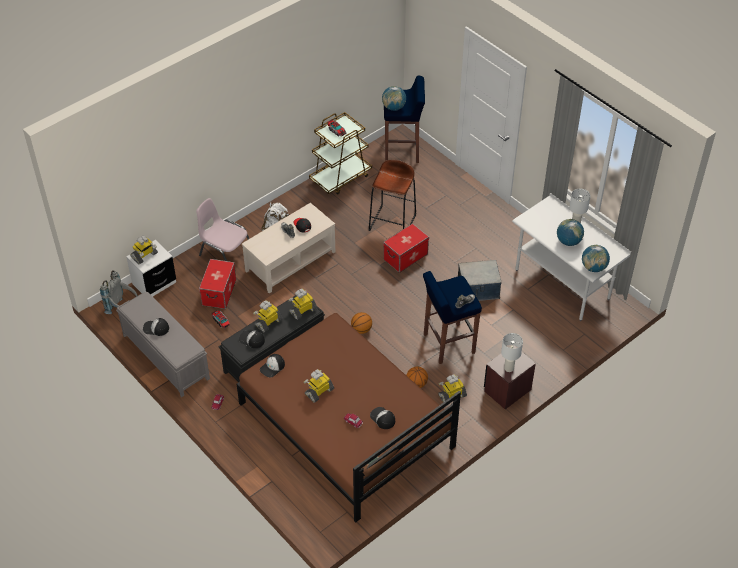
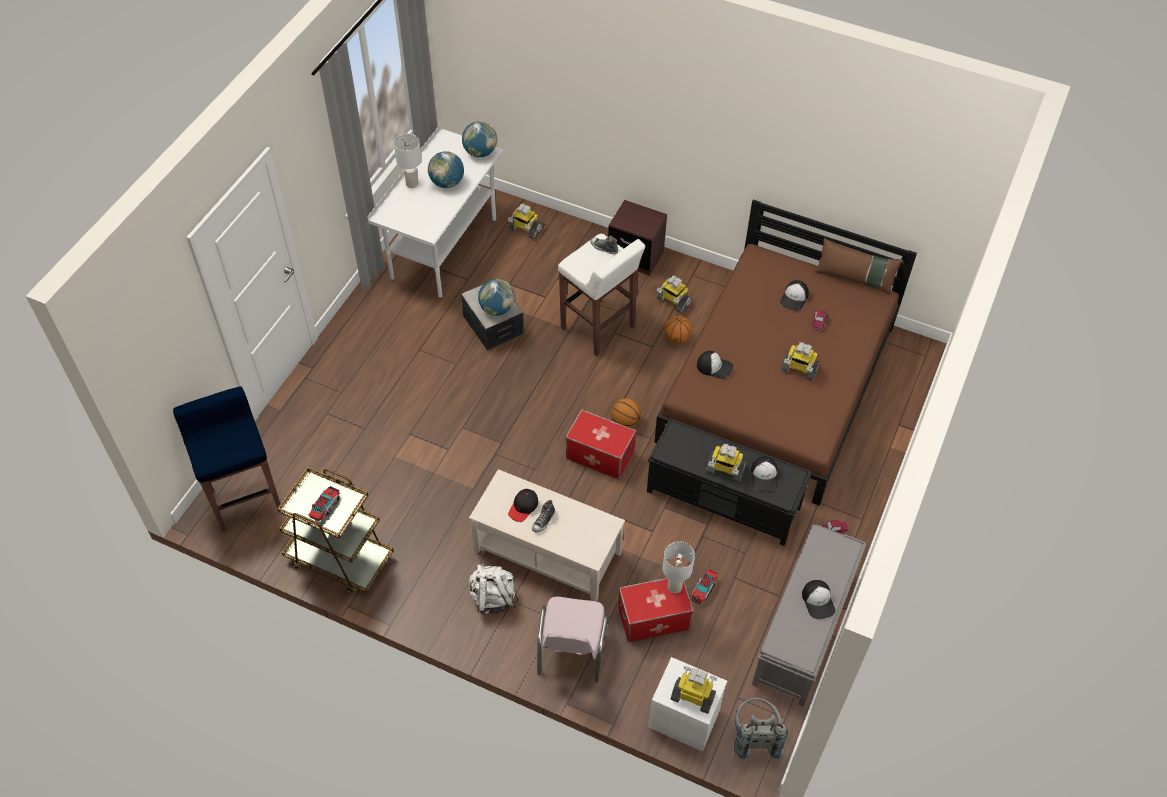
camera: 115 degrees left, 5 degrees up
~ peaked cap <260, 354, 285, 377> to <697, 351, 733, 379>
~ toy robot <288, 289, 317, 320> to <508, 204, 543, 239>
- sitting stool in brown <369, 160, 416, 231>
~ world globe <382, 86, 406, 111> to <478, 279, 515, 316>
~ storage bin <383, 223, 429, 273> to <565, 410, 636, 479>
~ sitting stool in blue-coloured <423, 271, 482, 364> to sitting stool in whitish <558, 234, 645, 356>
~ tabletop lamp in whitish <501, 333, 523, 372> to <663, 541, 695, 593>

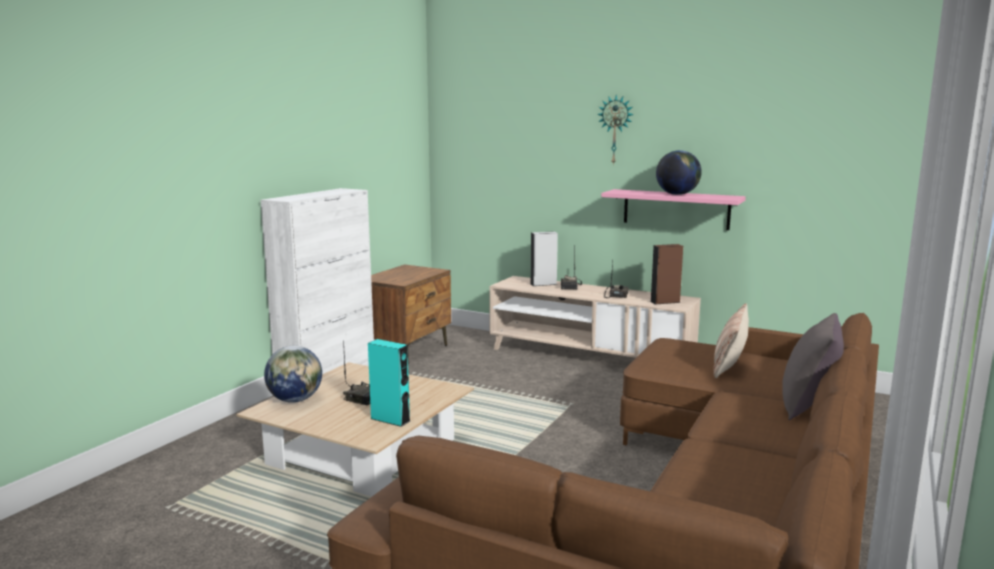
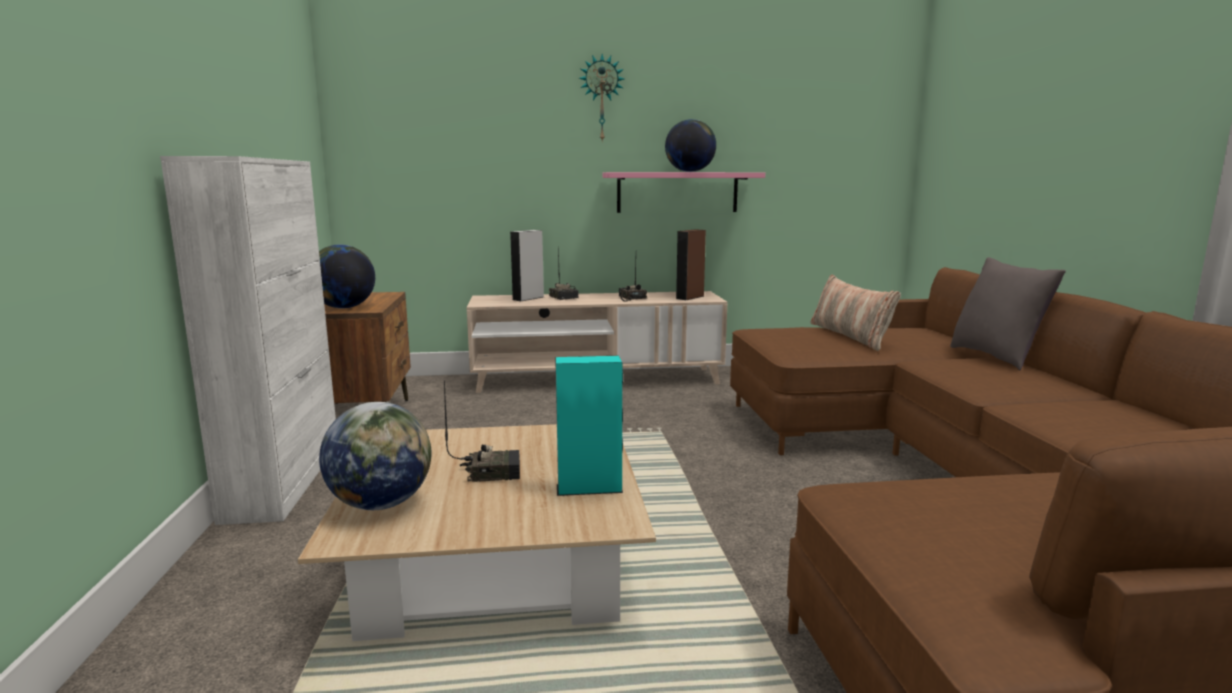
camera: 35 degrees left, 0 degrees up
+ world globe <319, 244, 375, 309>

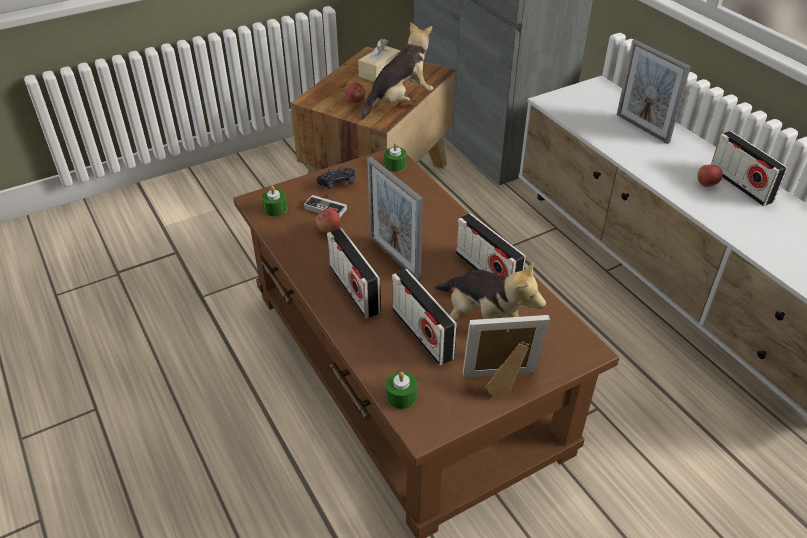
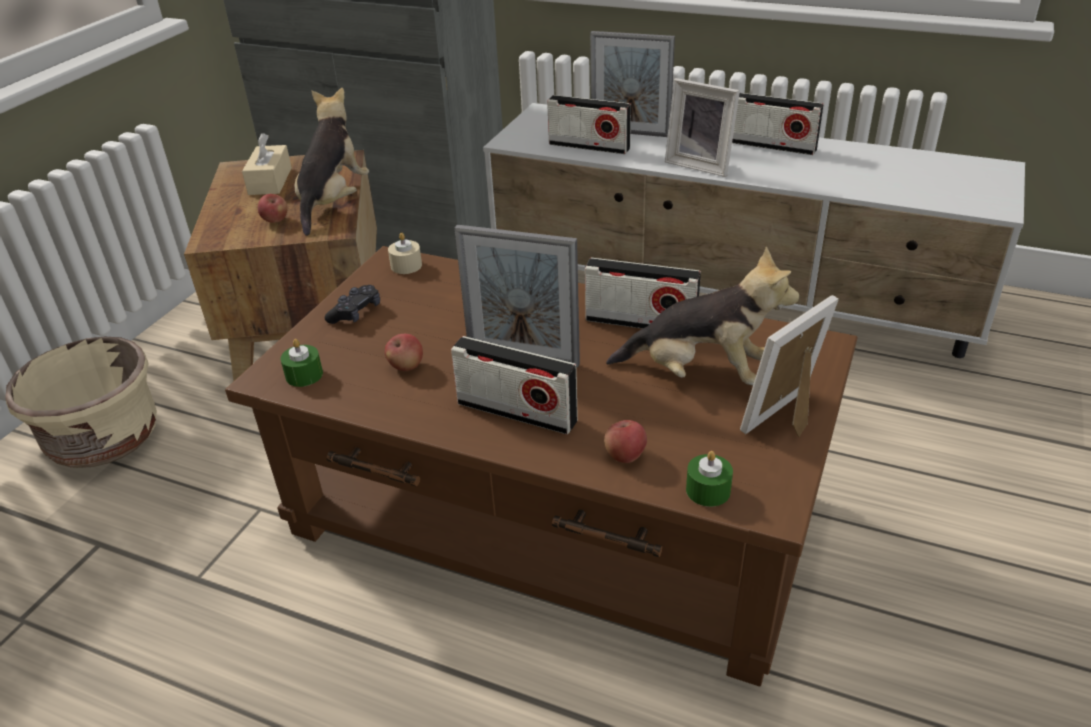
camera: 35 degrees left, 5 degrees down
- gamepad <304, 195, 347, 217>
~ candle in greenish <384, 143, 407, 172> to candle in beige <388, 232, 422, 274>
~ radio receiver <392, 269, 457, 366> to <547, 95, 631, 154>
~ apple fruit <697, 165, 723, 187> to <604, 420, 647, 463>
+ plant pot in beige <5, 337, 157, 468>
+ standing frame <665, 78, 740, 177>

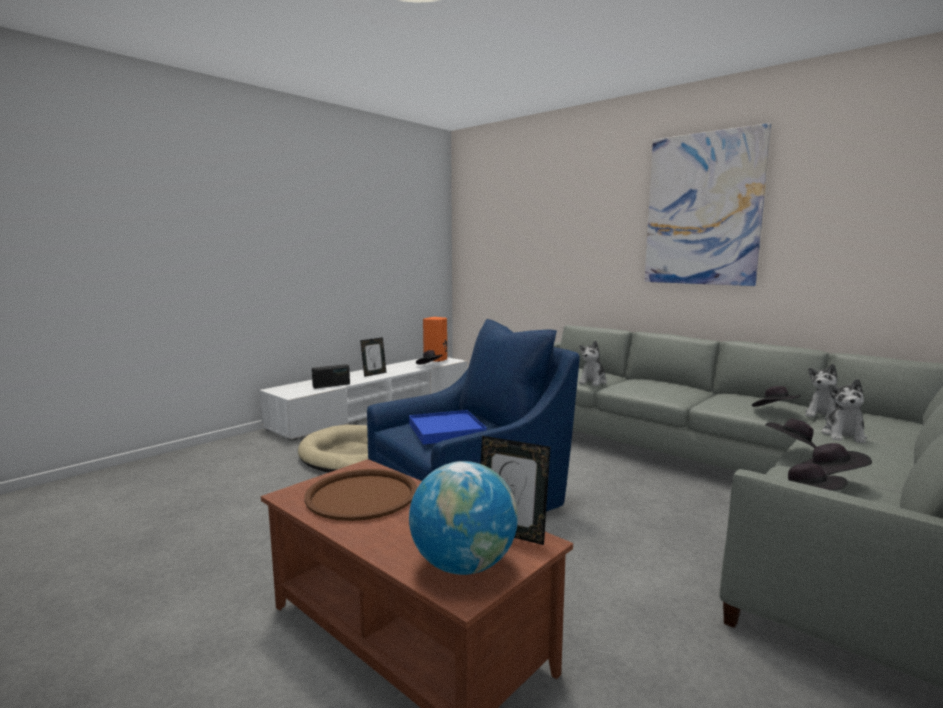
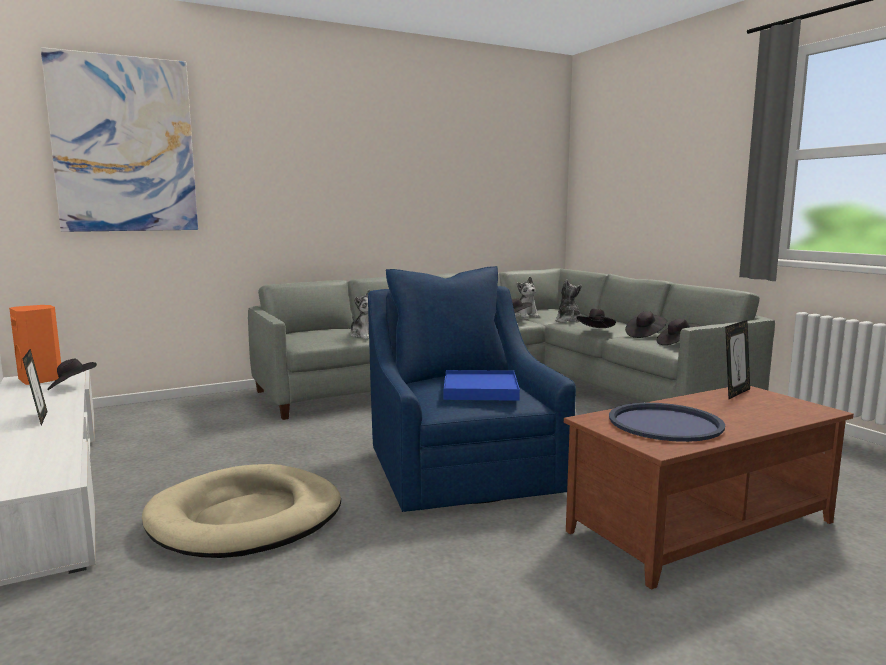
camera: 70 degrees left, 0 degrees up
~ tray in brown <304, 469, 417, 521> to tray in blue-coloured <609, 403, 725, 442>
- radio receiver <312, 364, 350, 389>
- world globe <409, 461, 518, 575>
~ wall art <645, 123, 771, 286> to <41, 47, 198, 232>
~ cuddly toy <822, 379, 867, 443> = <555, 279, 582, 323> 135 degrees counterclockwise

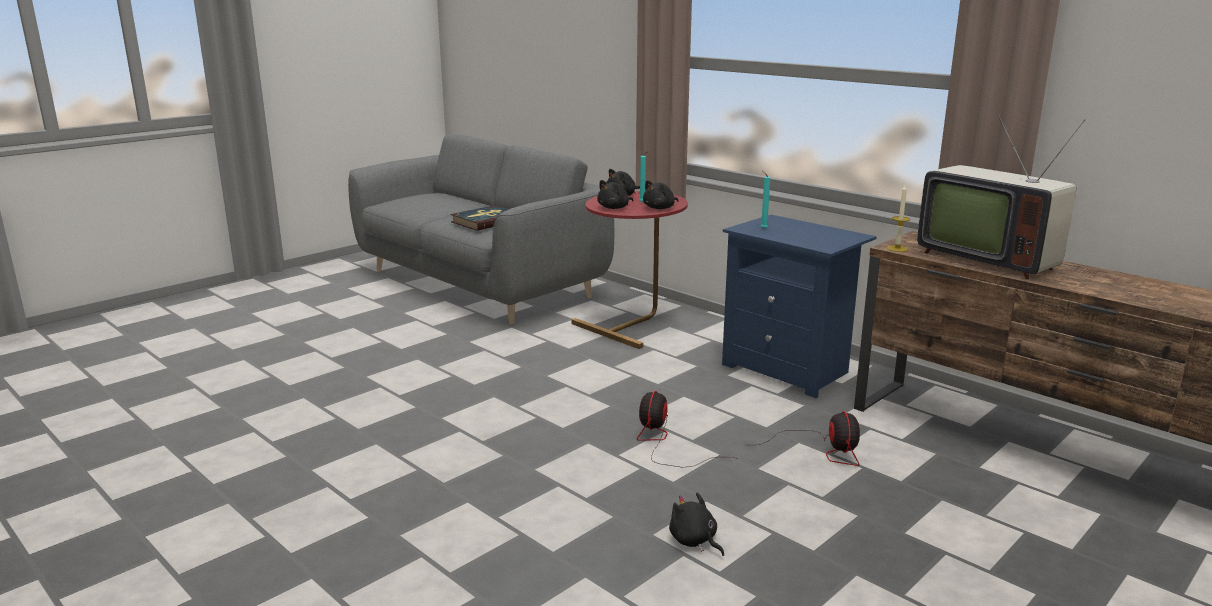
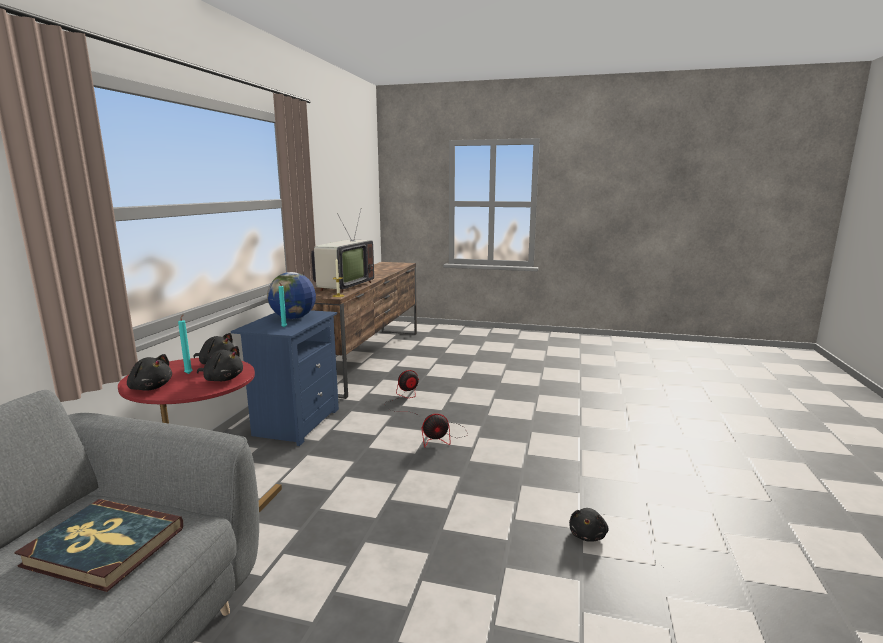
camera: 120 degrees left, 5 degrees down
~ cuddly toy in black <669, 492, 724, 556> to <569, 508, 609, 542>
+ world globe <267, 272, 316, 319>

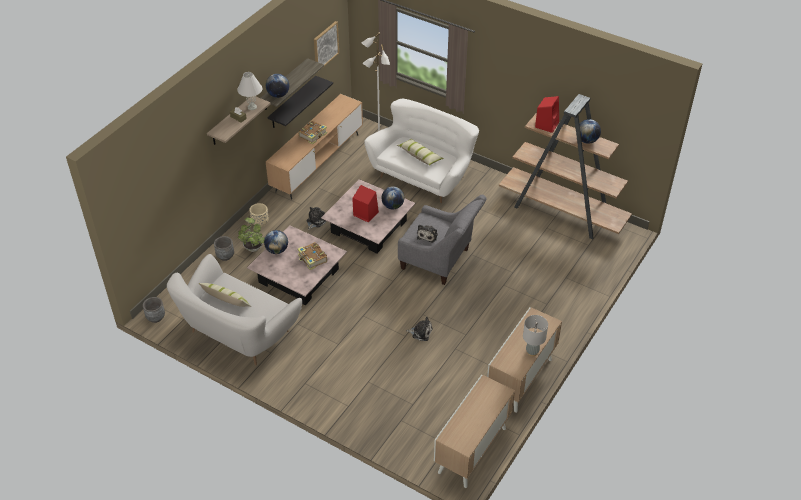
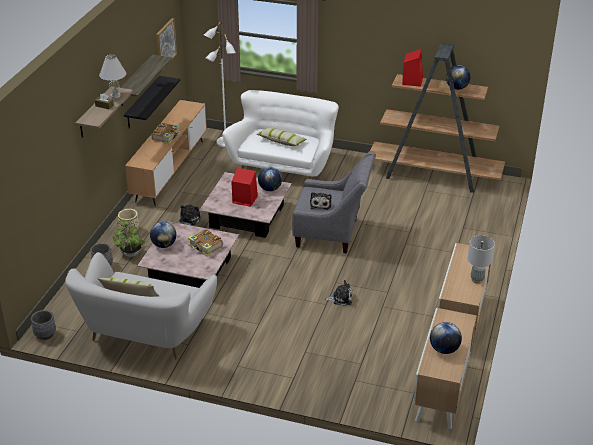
camera: 15 degrees left, 10 degrees down
~ world globe <266, 74, 289, 98> to <430, 322, 462, 354>

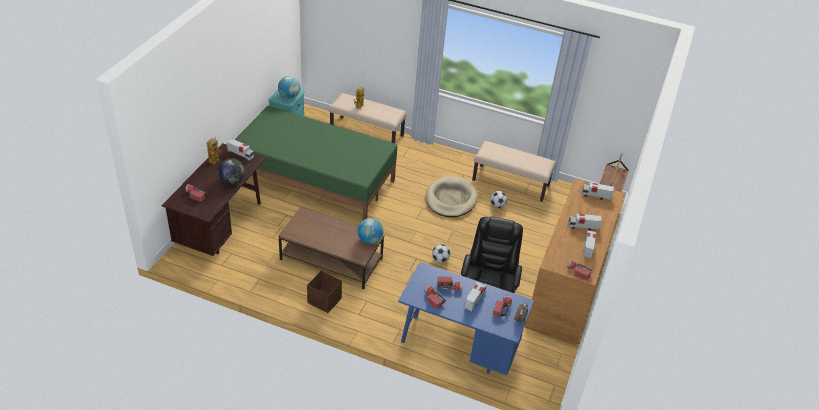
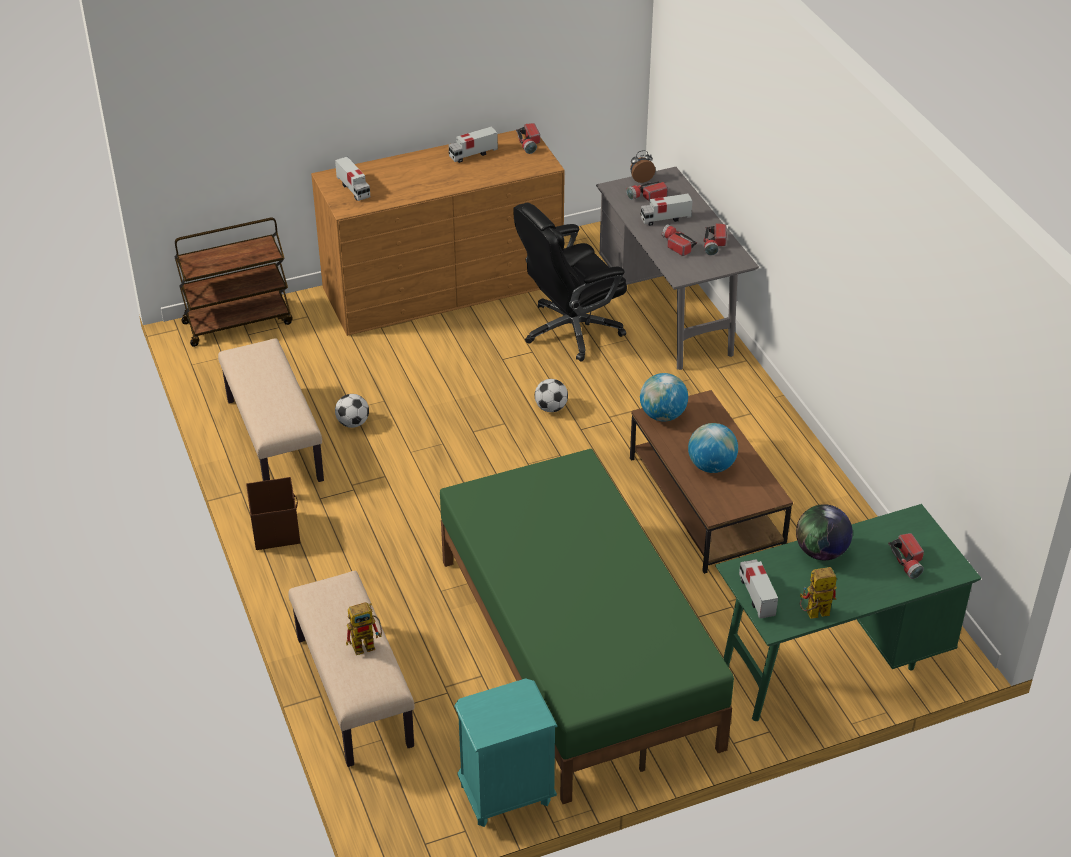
camera: 130 degrees left, 0 degrees up
~ desk in brown <162, 143, 267, 256> to desk in greenish <715, 504, 981, 721>
~ world globe <278, 76, 300, 99> to <688, 423, 738, 473>
~ storage bin in brown <307, 271, 342, 313> to <246, 477, 300, 550>
~ desk in blue-coloured <398, 262, 534, 375> to desk in grey <596, 167, 759, 370>
- dog cushion in beige <426, 176, 478, 217>
- toy truck <568, 214, 602, 231>

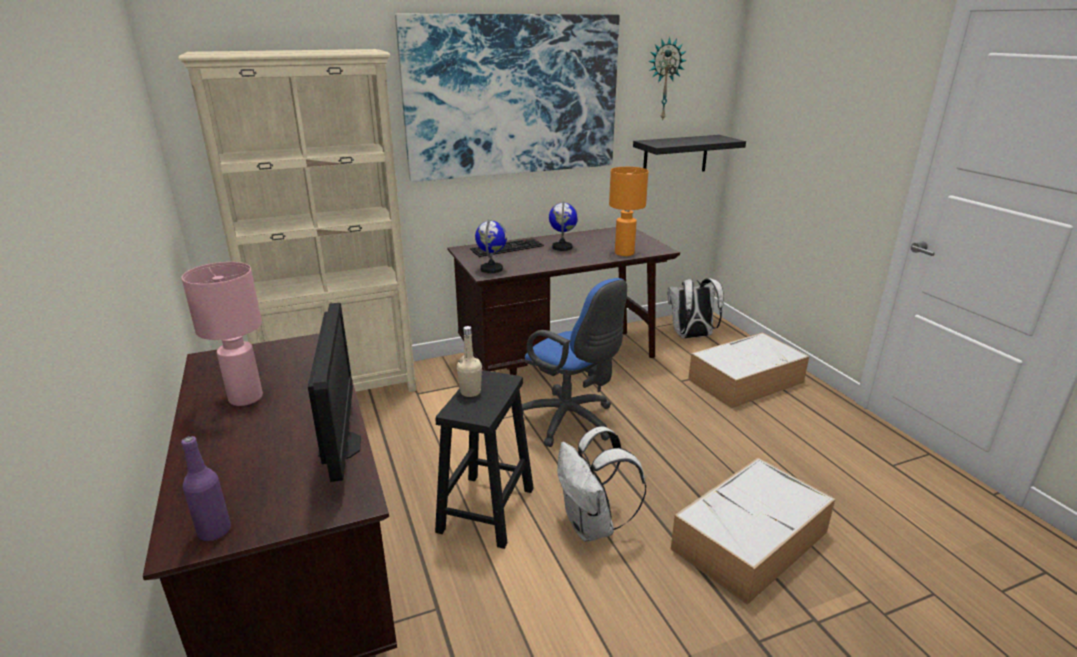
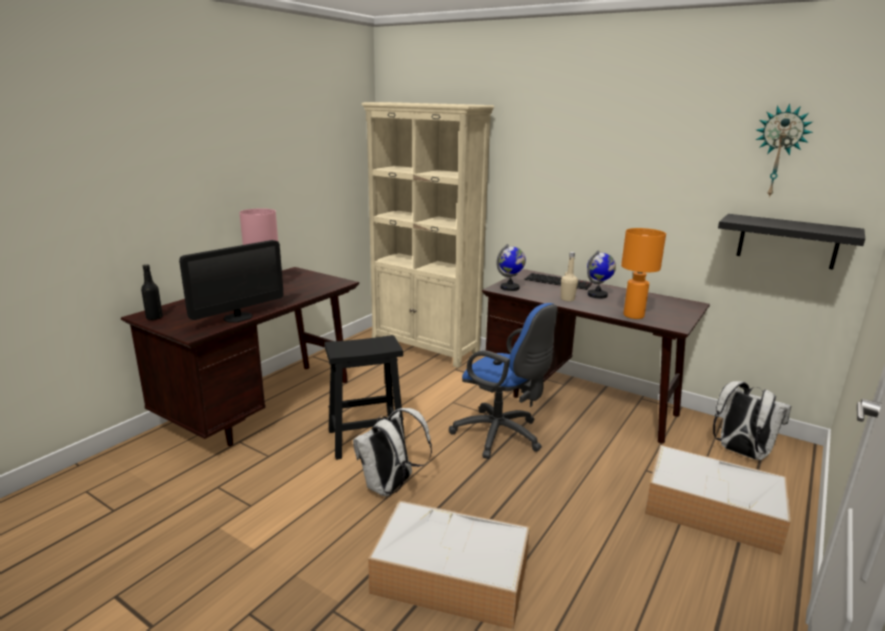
camera: 55 degrees right, 5 degrees down
~ beverage bottle in purple-coloured <181, 436, 231, 541> to beverage bottle in black <141, 264, 163, 320>
- wall art <395, 14, 620, 182>
~ beverage bottle in beige <457, 326, 482, 397> to <561, 252, 578, 301>
~ computer chair in blue-coloured <522, 278, 627, 447> = <449, 303, 558, 459> 60 degrees counterclockwise

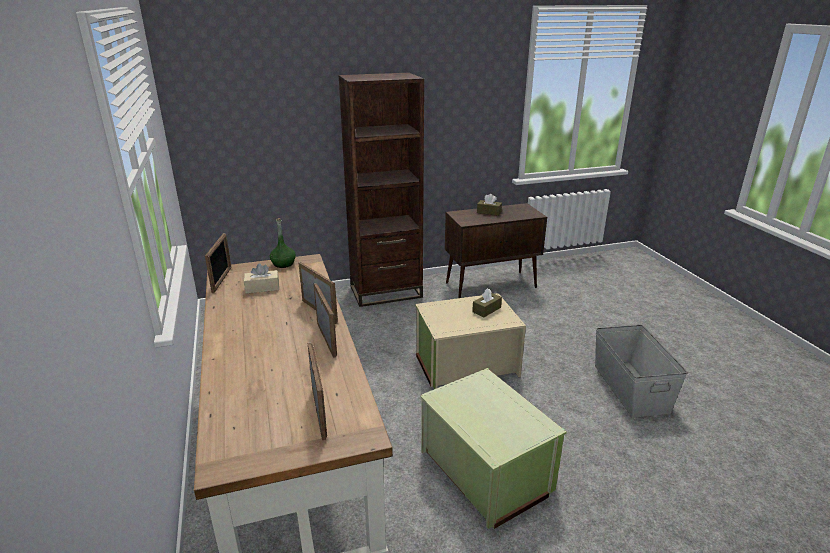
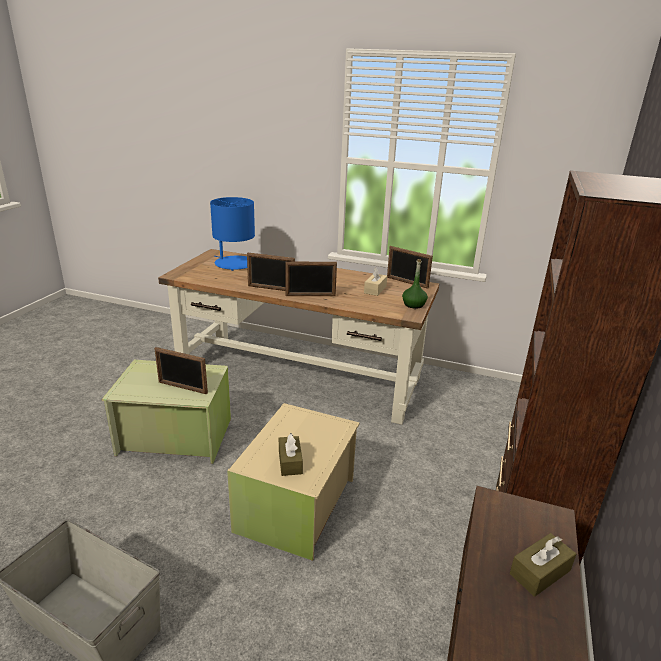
camera: 125 degrees right, 0 degrees up
~ standing frame <307, 343, 327, 440> to <154, 347, 208, 394>
+ tabletop lamp in blue-coloured <210, 197, 255, 271>

